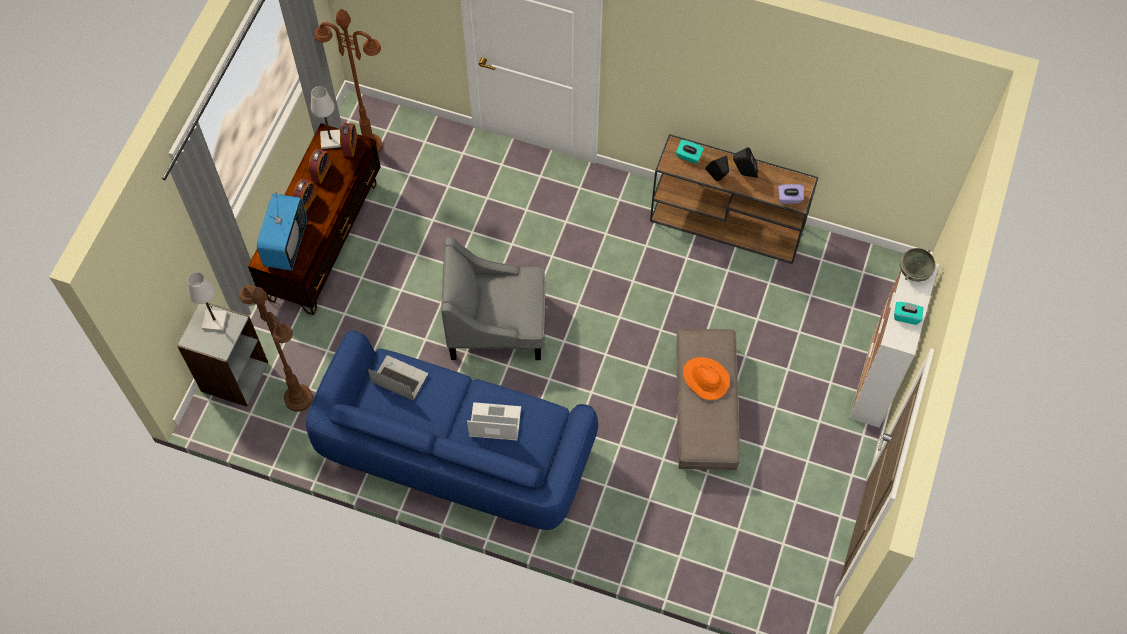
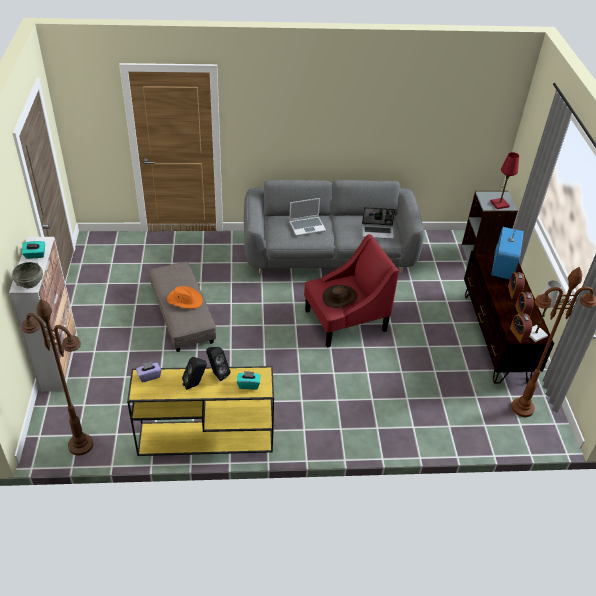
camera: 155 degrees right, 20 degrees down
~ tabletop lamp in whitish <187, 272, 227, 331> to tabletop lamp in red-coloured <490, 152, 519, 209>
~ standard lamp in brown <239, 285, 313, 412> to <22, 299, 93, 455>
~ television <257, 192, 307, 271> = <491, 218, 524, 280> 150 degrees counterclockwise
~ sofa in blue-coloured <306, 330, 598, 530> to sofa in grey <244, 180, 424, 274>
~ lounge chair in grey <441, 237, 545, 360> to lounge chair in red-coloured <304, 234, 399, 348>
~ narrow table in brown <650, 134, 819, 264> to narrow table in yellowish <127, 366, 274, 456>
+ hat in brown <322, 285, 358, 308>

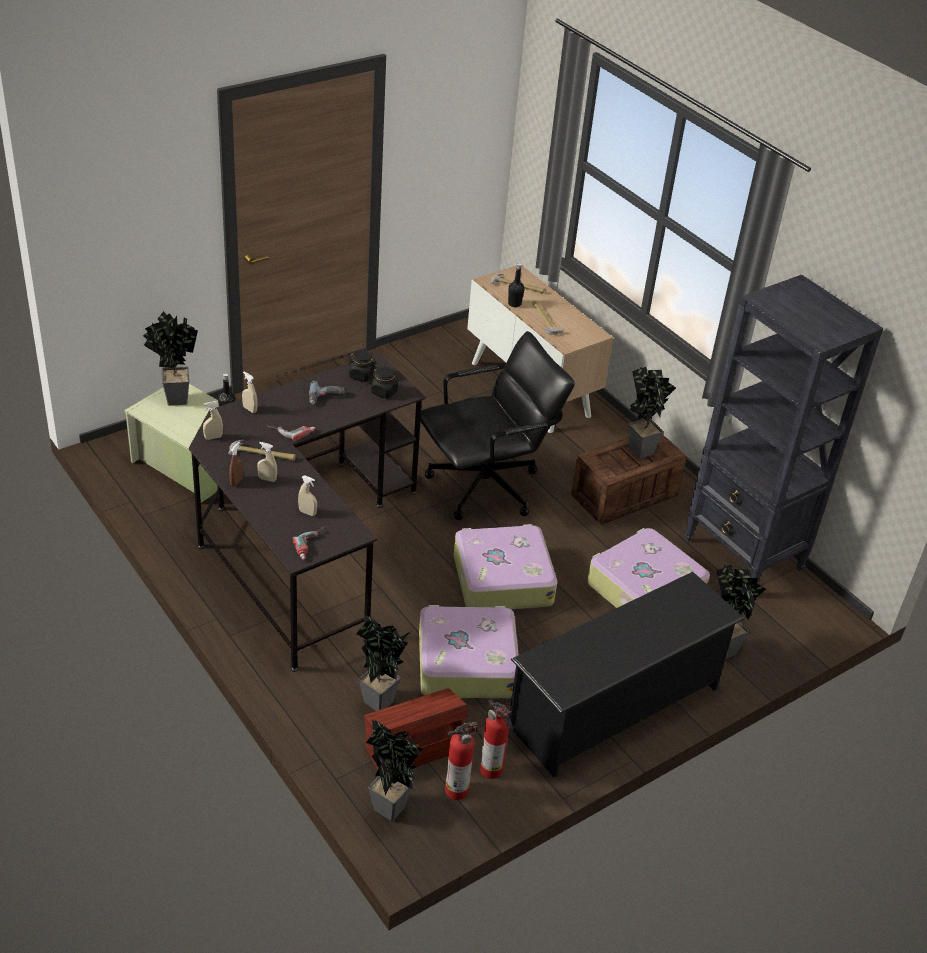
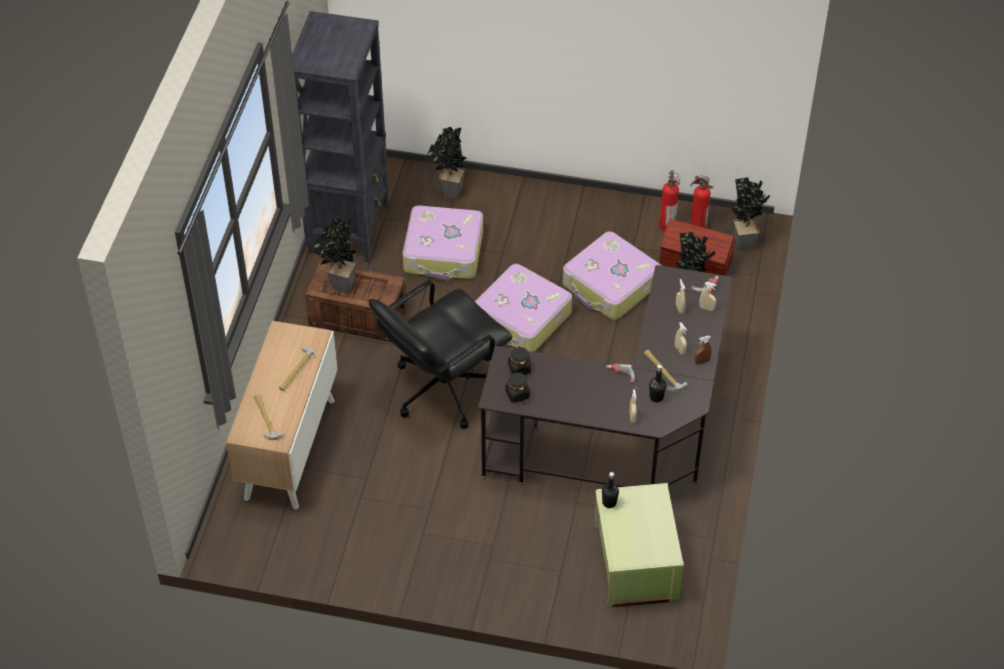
camera: 130 degrees left, 10 degrees up
- plant in a pot <143, 311, 198, 406>
~ hand sprayer in beige <203, 401, 223, 440> to <699, 282, 716, 311>
- drill <309, 381, 345, 404>
~ computer chair in black <421, 331, 575, 520> = <369, 280, 512, 429> 60 degrees counterclockwise
~ beverage bottle in black <508, 263, 525, 307> to <649, 365, 666, 402>
- shoe stand in black <509, 572, 745, 777>

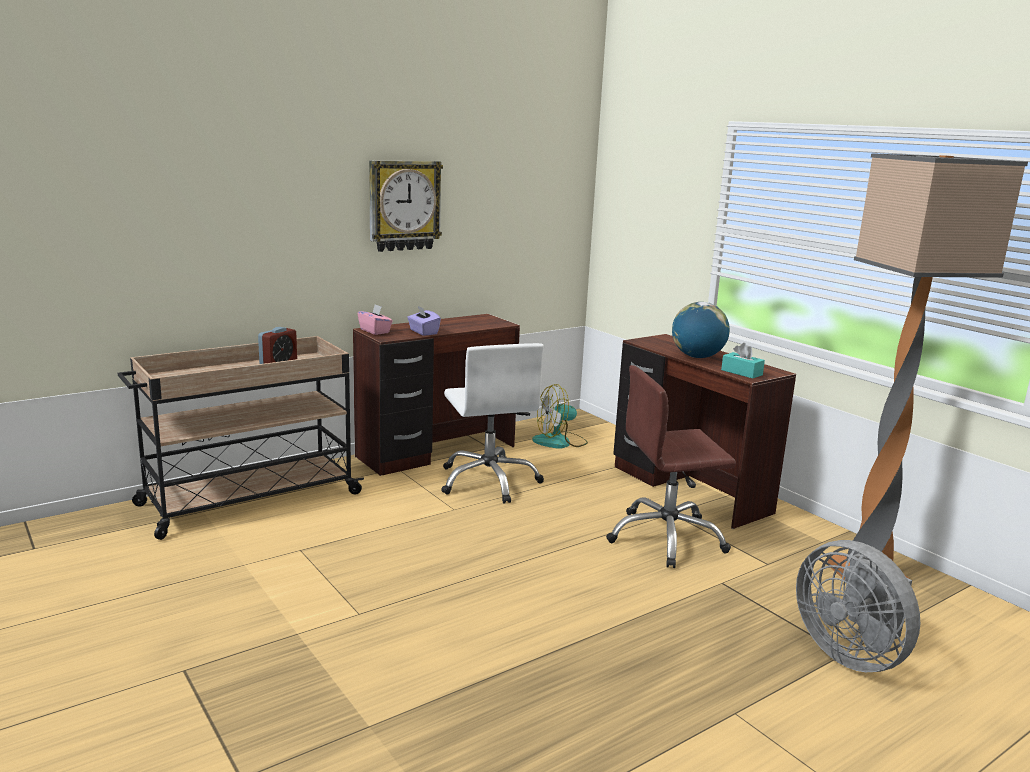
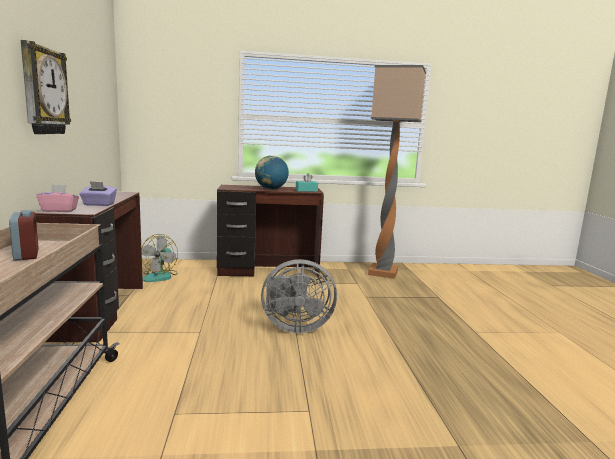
camera: 60 degrees left, 5 degrees down
- computer chair in whitish <441, 343, 544, 504>
- computer chair in brown <606, 365, 736, 568>
~ cooling fan in grey <796, 540, 921, 672> to <261, 259, 337, 333>

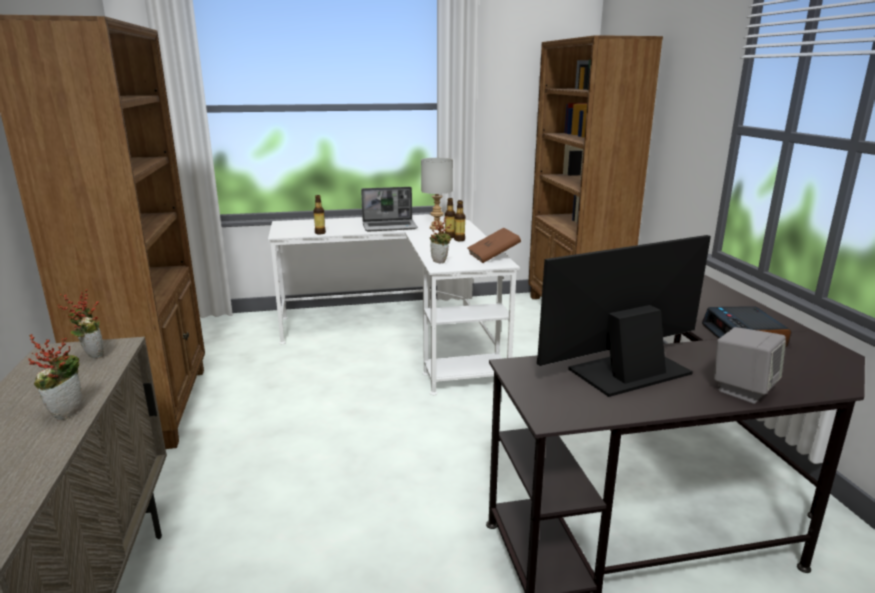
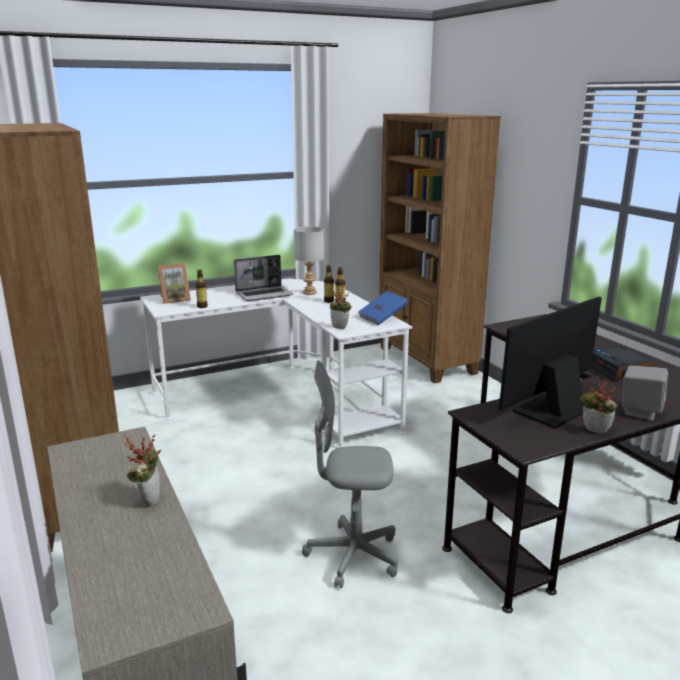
camera: 15 degrees left, 0 degrees up
~ plant in a pot <58, 289, 104, 358> to <580, 376, 618, 433>
~ volume in brown <468, 228, 521, 263> to volume in blue-coloured <358, 291, 408, 325>
+ standing frame <157, 263, 191, 304>
+ computer chair in grey <302, 360, 398, 588>

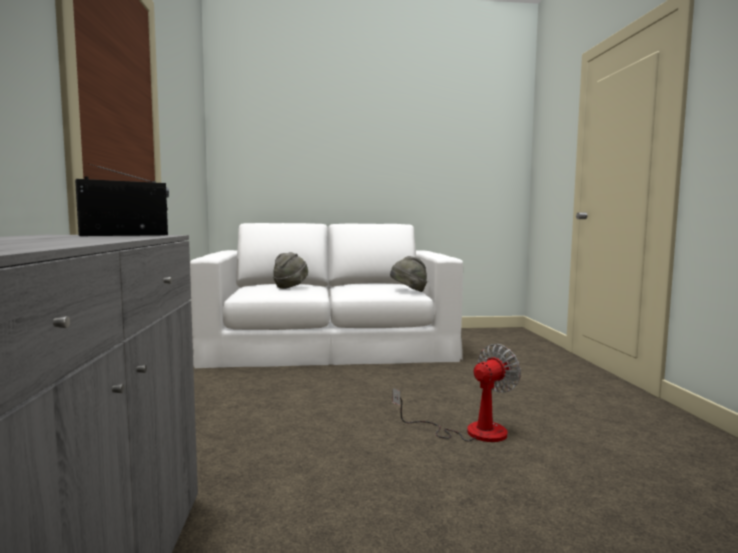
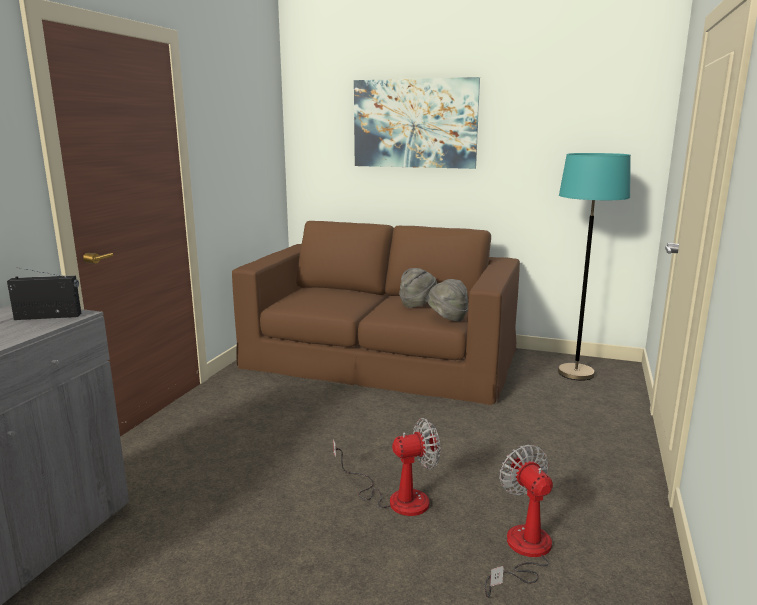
camera: 25 degrees right, 10 degrees up
~ sofa in whitish <190, 223, 463, 368> to sofa in brown <232, 221, 520, 405>
~ hat in grey <273, 252, 308, 289> to <399, 268, 437, 308>
+ wall art <354, 77, 480, 169>
+ cooling fan <485, 445, 553, 598>
+ standard lamp in turquoise <558, 153, 631, 381>

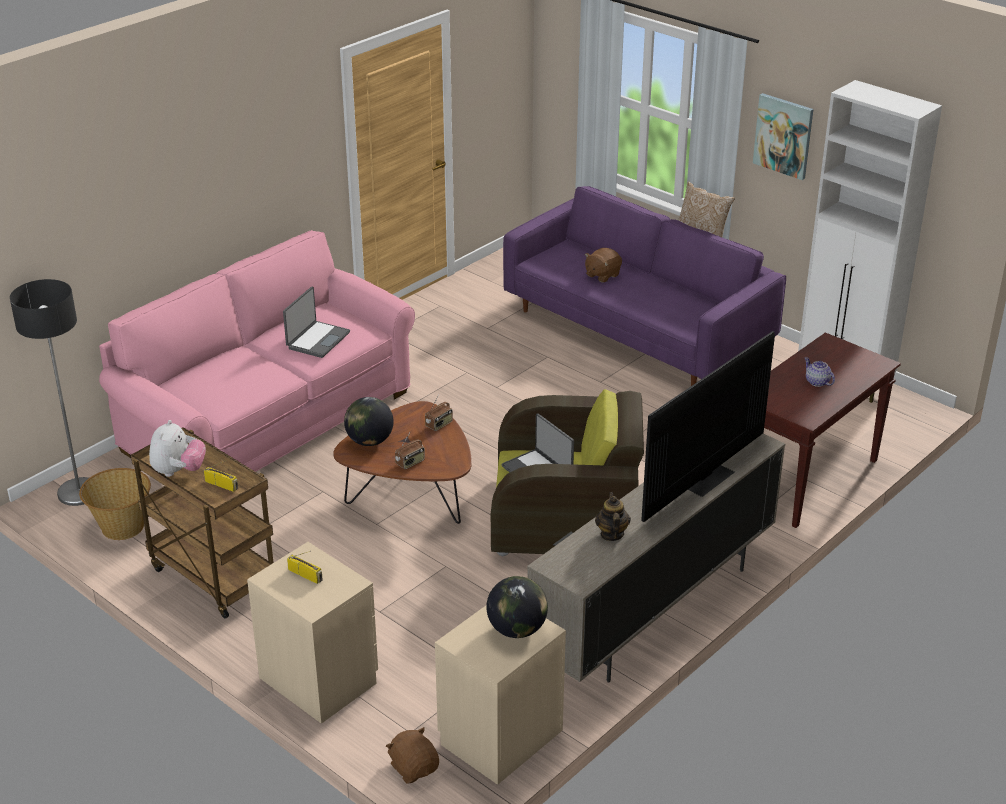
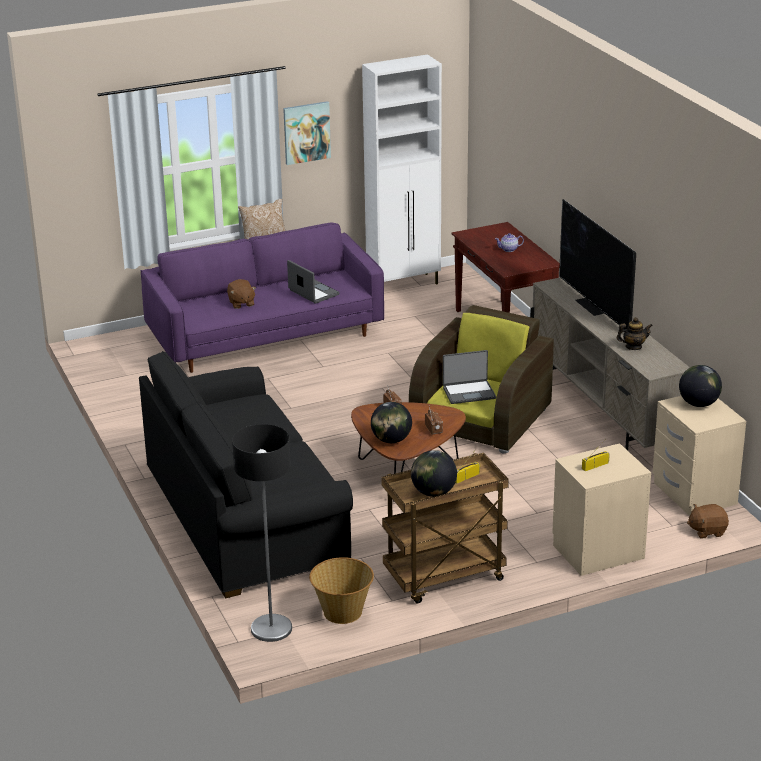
camera: 65 degrees left, 5 degrees down
~ sofa in pink <99, 230, 415, 472> to sofa in black <139, 351, 353, 598>
~ cuddly toy <149, 420, 206, 477> to world globe <411, 450, 457, 497>
~ laptop <283, 287, 350, 358> to <287, 260, 339, 304>
~ pot for tea <595, 492, 631, 541> = <616, 317, 653, 350> 150 degrees clockwise

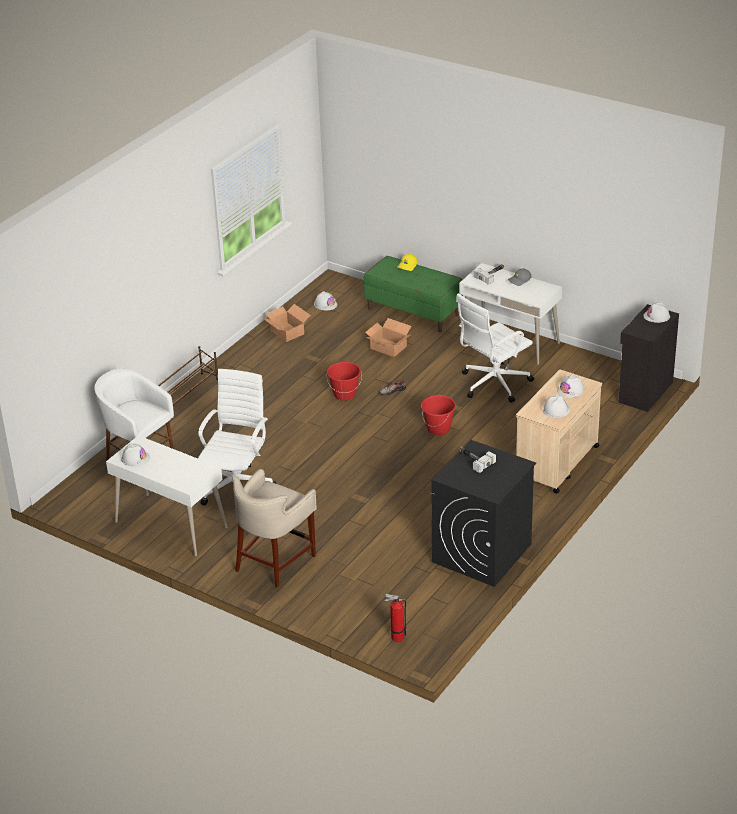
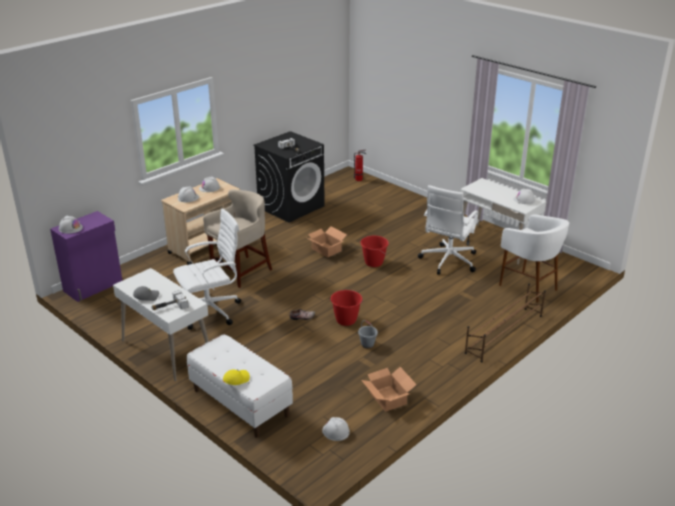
camera: 170 degrees left, 5 degrees down
~ sitting stool in beige <233, 469, 317, 588> to <203, 189, 272, 288>
~ bench in greenish <364, 256, 463, 332> to bench in whitish <187, 334, 293, 438>
~ carton <365, 318, 411, 357> to <305, 227, 347, 258>
~ bucket in red-coloured <421, 395, 456, 435> to <360, 236, 389, 267>
~ storage cabinet in black <618, 304, 679, 412> to storage cabinet in purple-coloured <50, 211, 122, 302>
+ bucket in grey <358, 320, 378, 349>

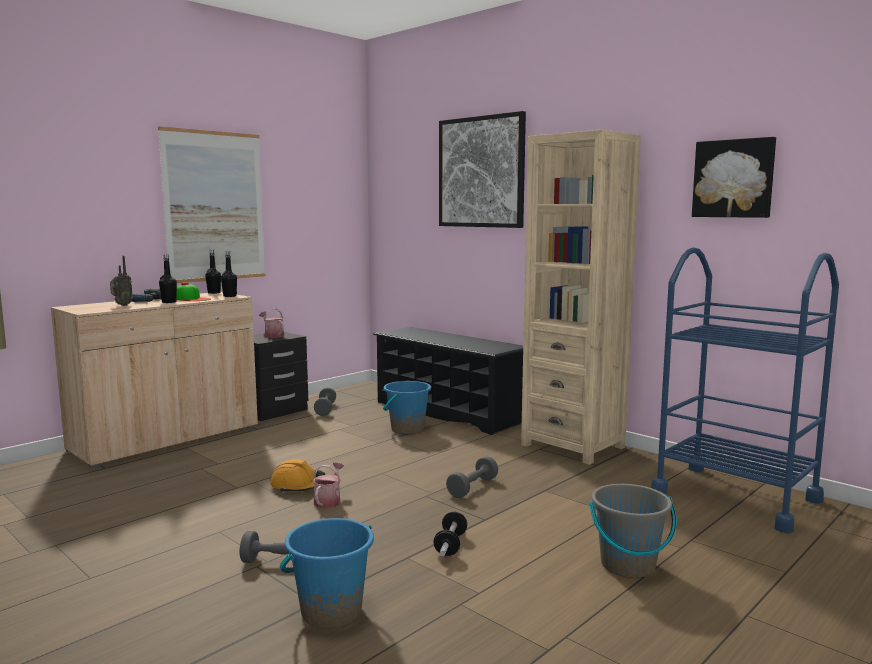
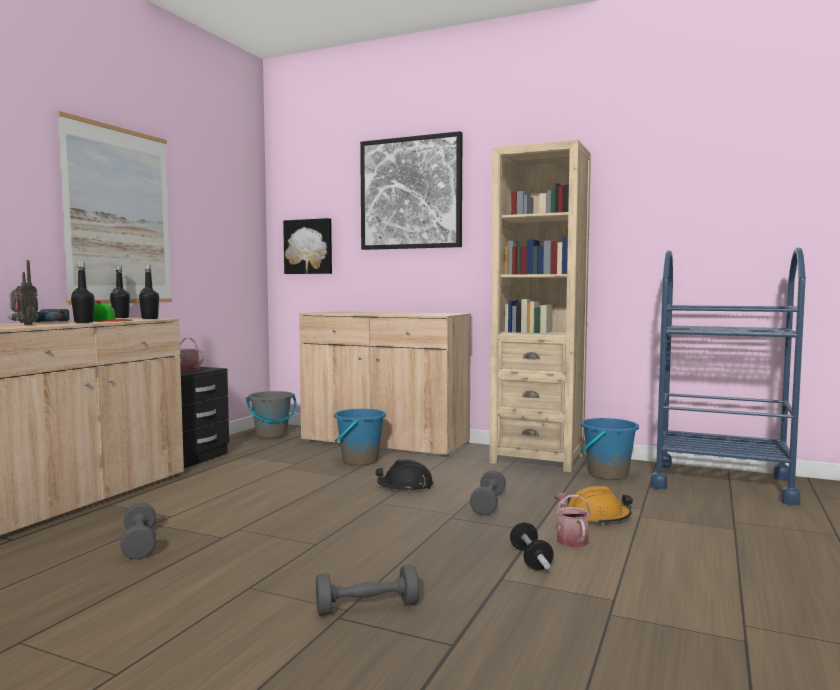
camera: 20 degrees left, 5 degrees down
~ safety helmet in orange-coloured <270, 459, 325, 493> to <567, 486, 633, 525>
~ bucket in blue-coloured <280, 518, 374, 628> to <580, 418, 639, 480>
~ watering pot <312, 462, 344, 509> to <554, 493, 591, 547>
~ dumbbell in grey <314, 387, 336, 416> to <120, 503, 156, 559>
~ shoe stand in black <373, 327, 523, 435> to storage cabinet in beige <299, 311, 471, 457>
~ bucket in grey <589, 484, 677, 578> to <246, 391, 297, 438>
~ wall art <692, 137, 776, 218> to <283, 218, 332, 274>
+ safety helmet in black <375, 460, 433, 492>

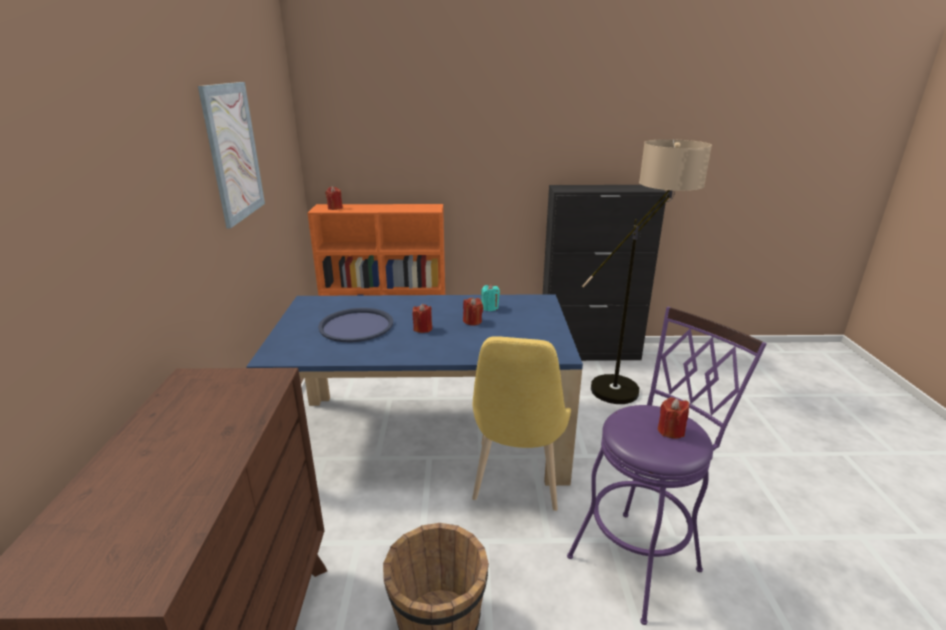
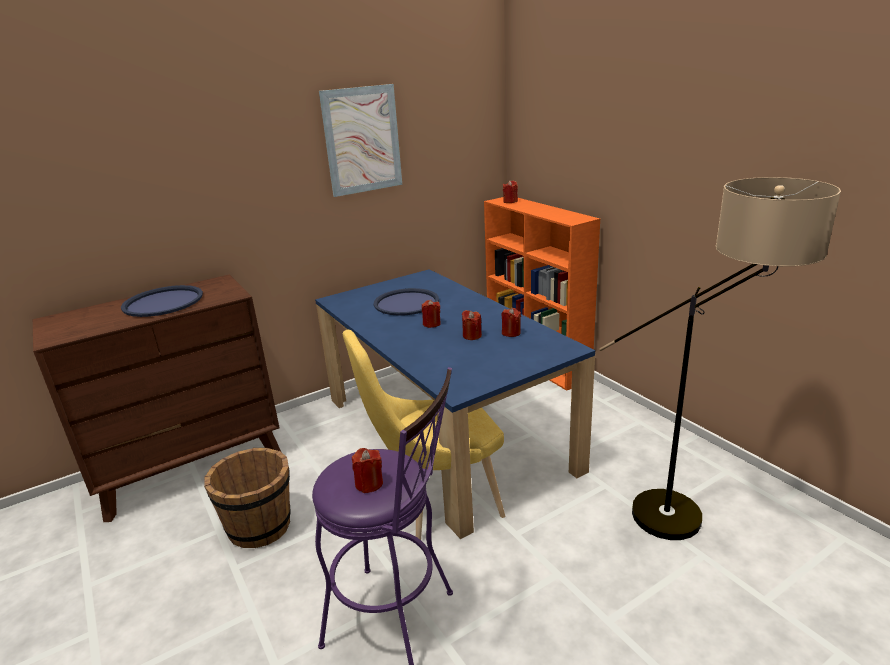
camera: 60 degrees right, 0 degrees up
~ candle in turquoise <481, 284, 500, 311> to candle in red-coloured <502, 308, 521, 337>
- storage cabinet in black <543, 185, 667, 361>
+ tray in blue-coloured <121, 285, 203, 317>

